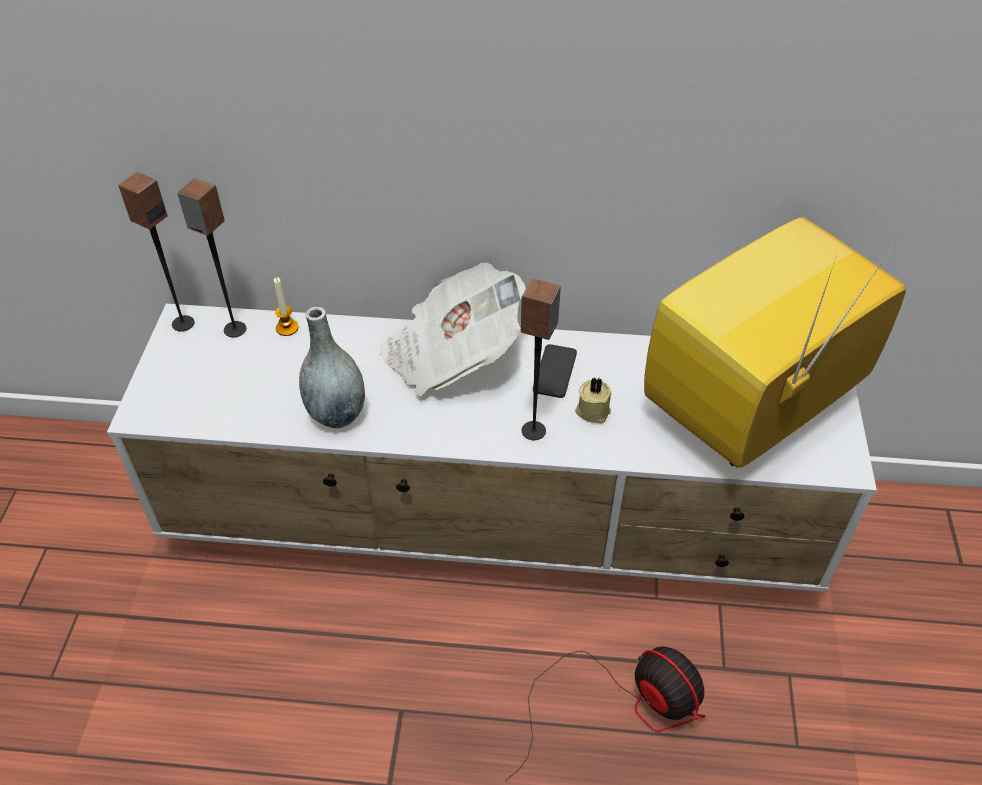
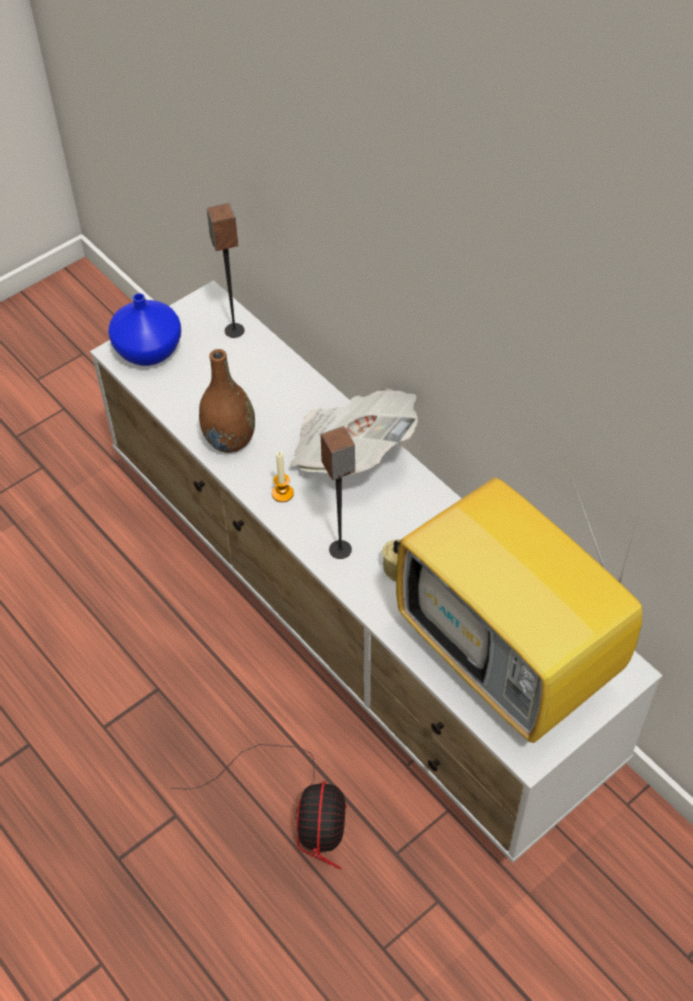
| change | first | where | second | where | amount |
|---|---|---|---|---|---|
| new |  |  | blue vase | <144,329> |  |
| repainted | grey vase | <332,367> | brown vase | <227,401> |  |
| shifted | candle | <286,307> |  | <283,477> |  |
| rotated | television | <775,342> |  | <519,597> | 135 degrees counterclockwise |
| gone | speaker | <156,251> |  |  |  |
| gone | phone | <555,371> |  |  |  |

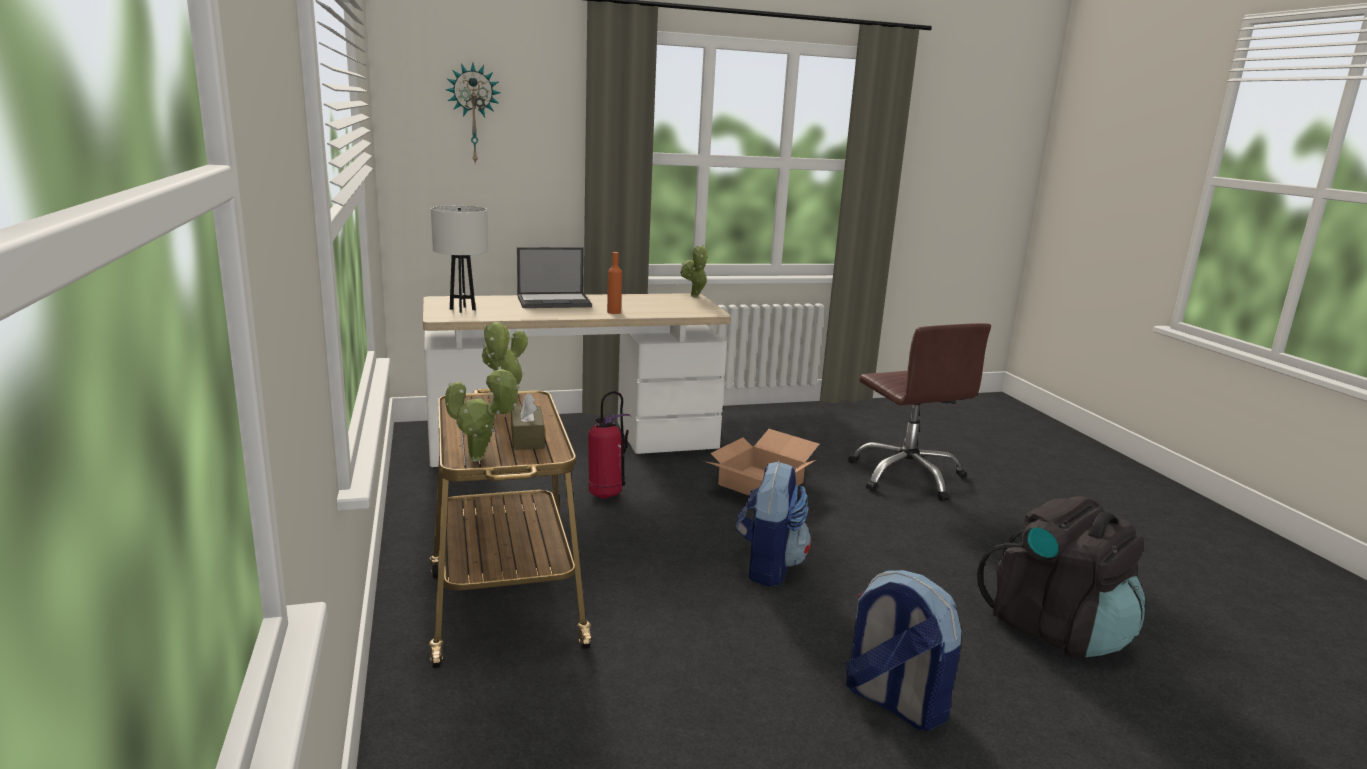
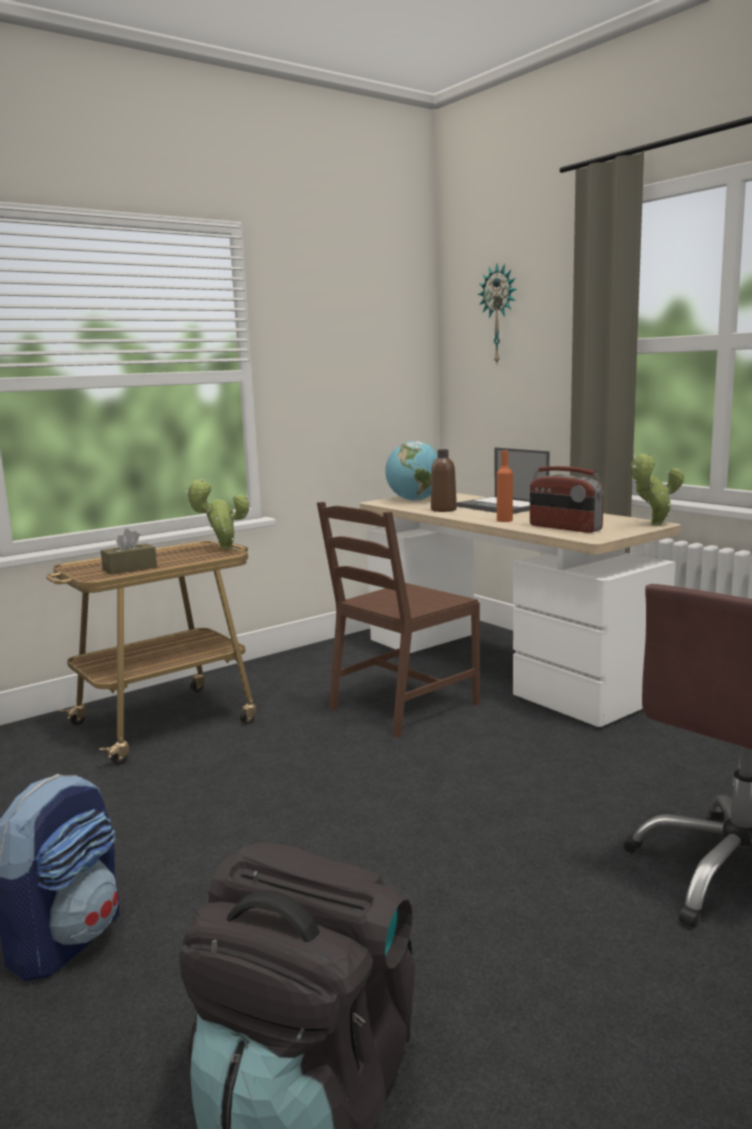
| change | first | where | second | where | amount |
|---|---|---|---|---|---|
| swapped | fire extinguisher | <609,445> | brown chair | <398,620> |  |
| swapped | white table lamp | <459,259> | globe | <411,471> |  |
| new |  |  | brown bottle | <444,480> |  |
| new |  |  | radio | <567,499> |  |
| gone | potted plant | <482,414> |  |  |  |
| gone | cardboard box | <761,462> |  |  |  |
| gone | backpack | <773,524> |  |  |  |

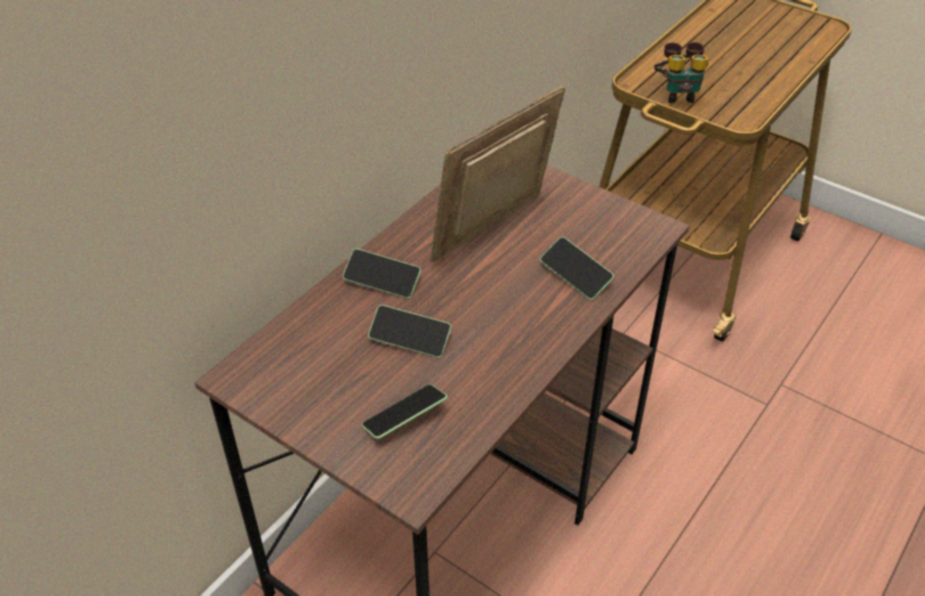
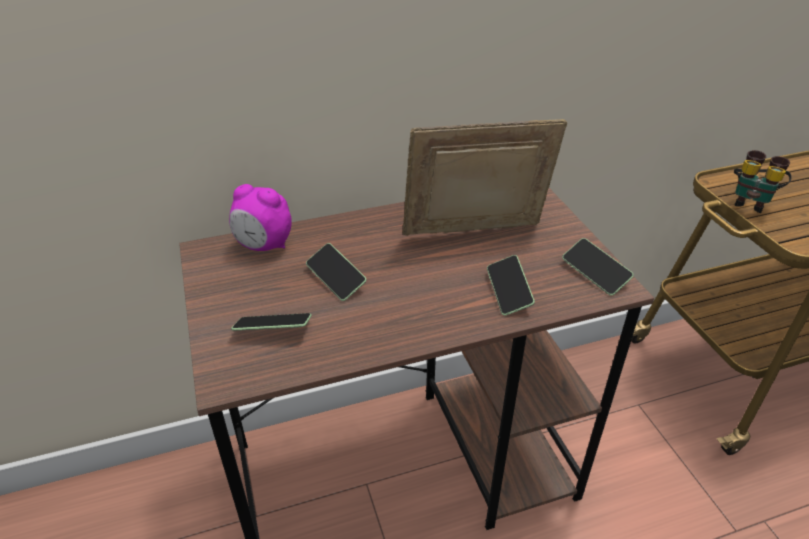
| change | first | where | second | where | amount |
|---|---|---|---|---|---|
| new |  |  | alarm clock | <260,217> |  |
| shifted | phone | <381,274> |  | <598,267> |  |

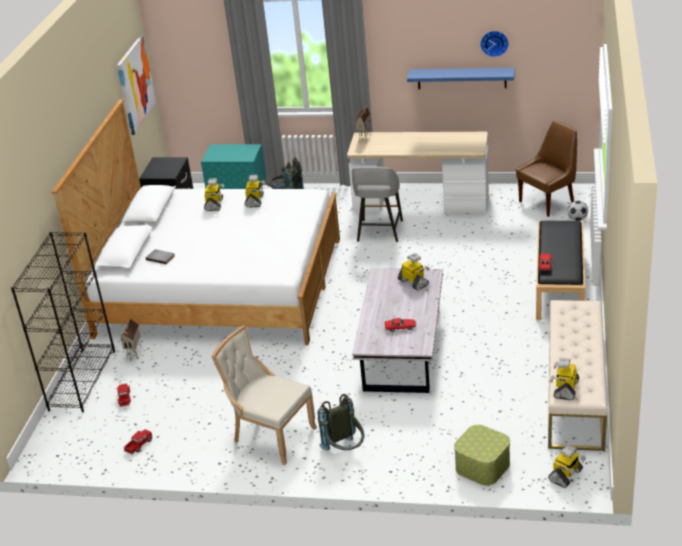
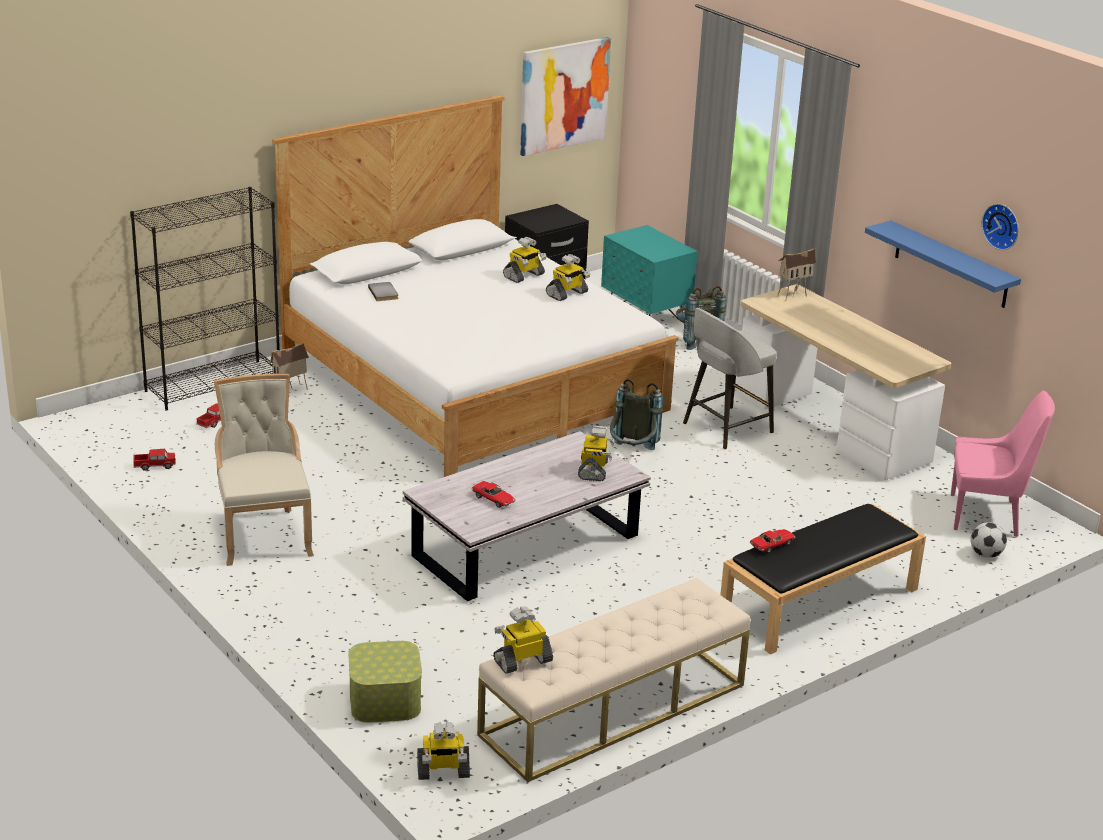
| change | first | where | second | where | amount |
|---|---|---|---|---|---|
| shifted | grey backpack | <341,422> |  | <636,414> |  |
| repainted | brown chair | <546,169> | pink chair | <1003,463> |  |

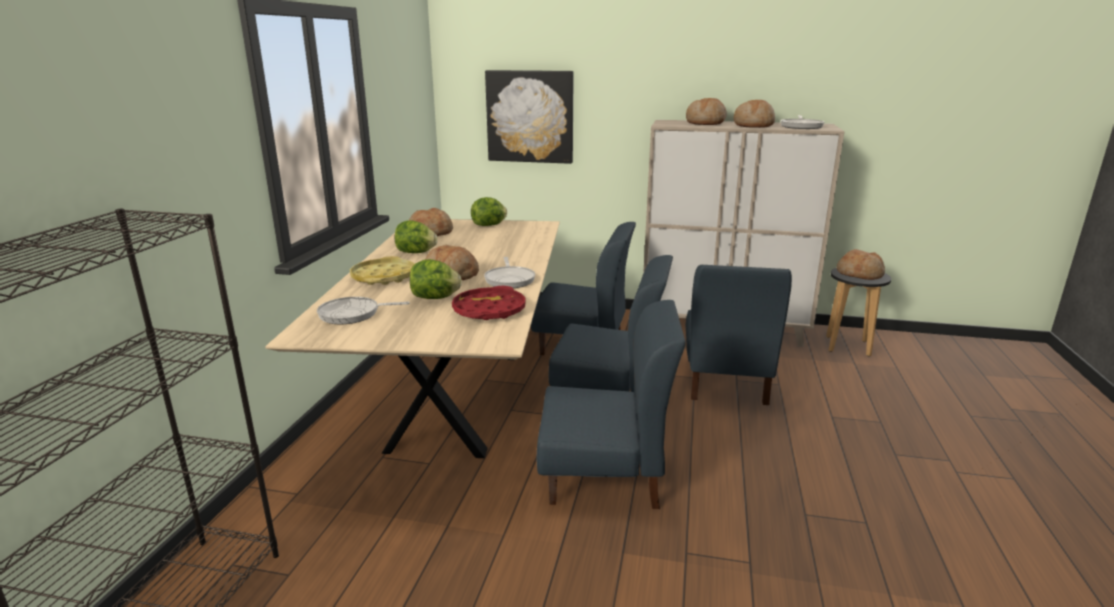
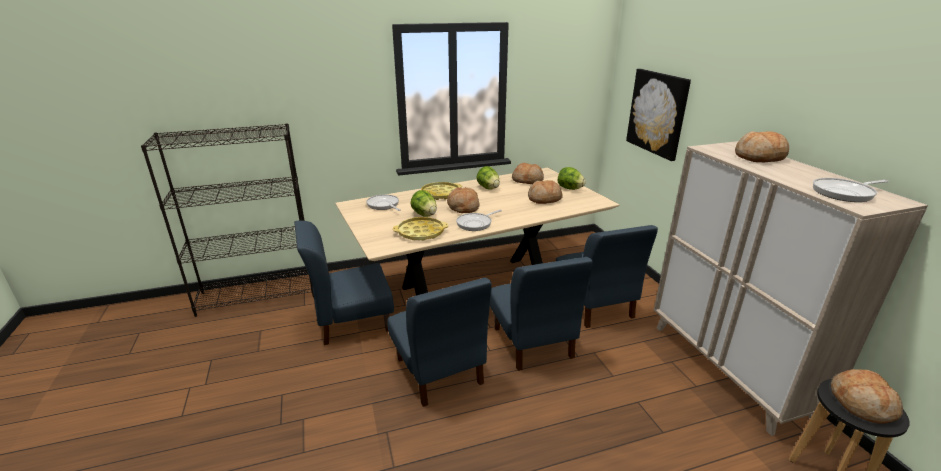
| change | first | where | second | where | amount |
|---|---|---|---|---|---|
| shifted | blue chair | <739,335> |  | <344,283> |  |
| repainted | red tray | <488,303> | yellow tray | <420,229> |  |
| shifted | bread | <754,114> |  | <545,192> |  |

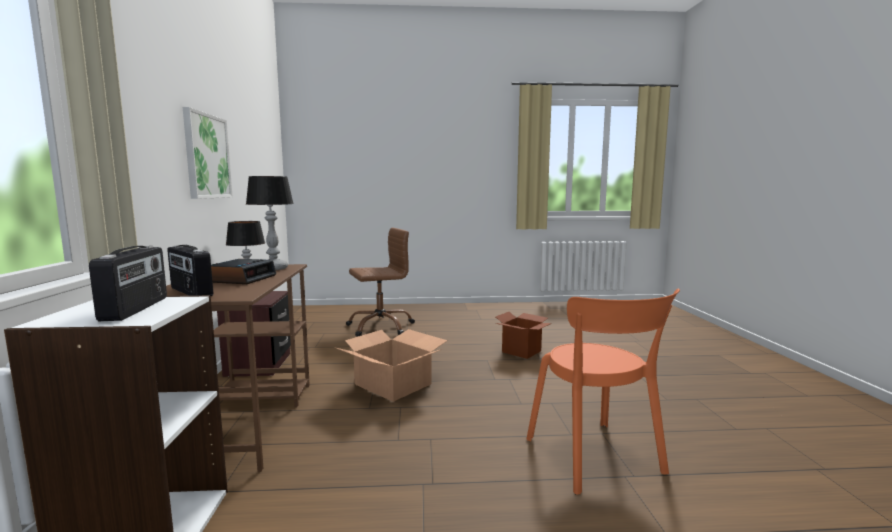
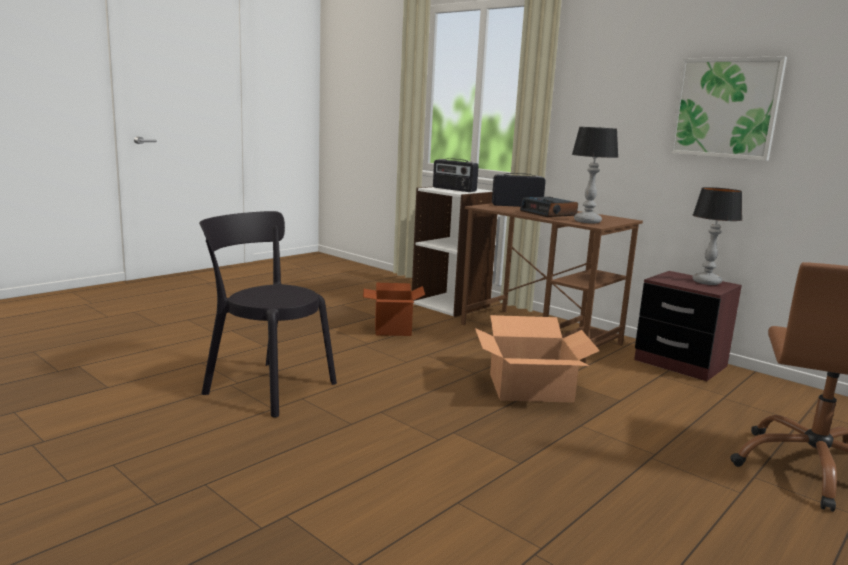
| change | first | where | second | where | amount |
|---|---|---|---|---|---|
| repainted | orange chair | <603,391> | black chair | <268,314> |  |
| shifted | cardboard box | <523,335> |  | <394,309> |  |

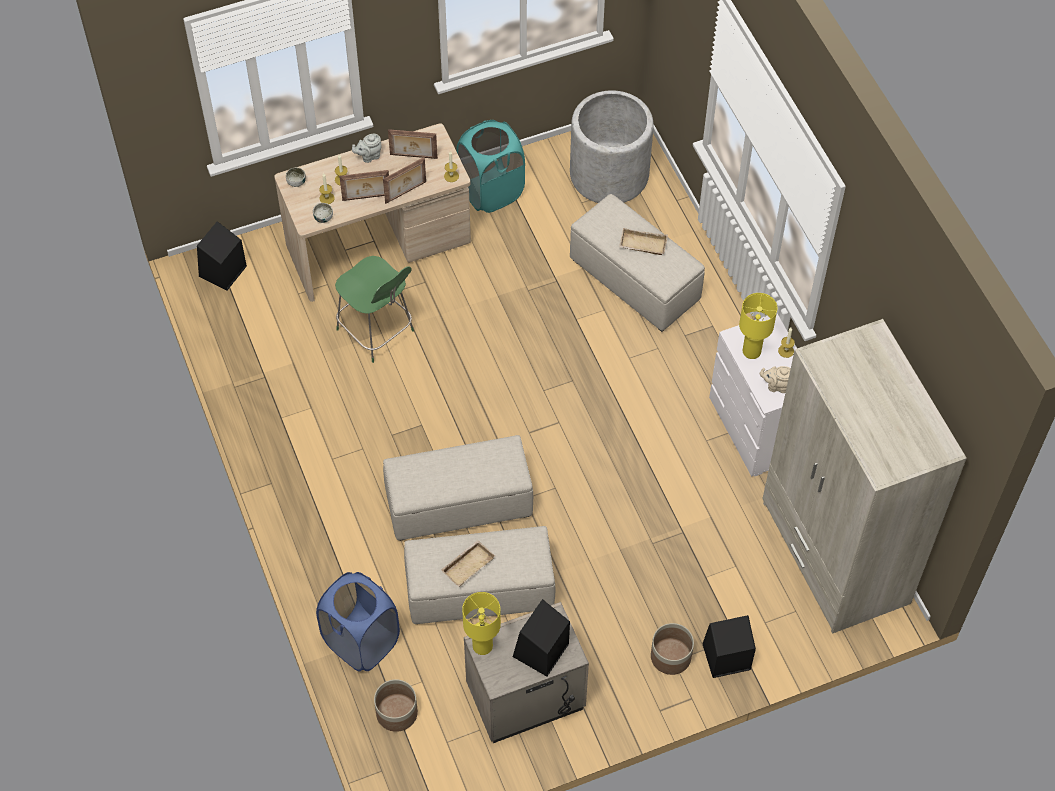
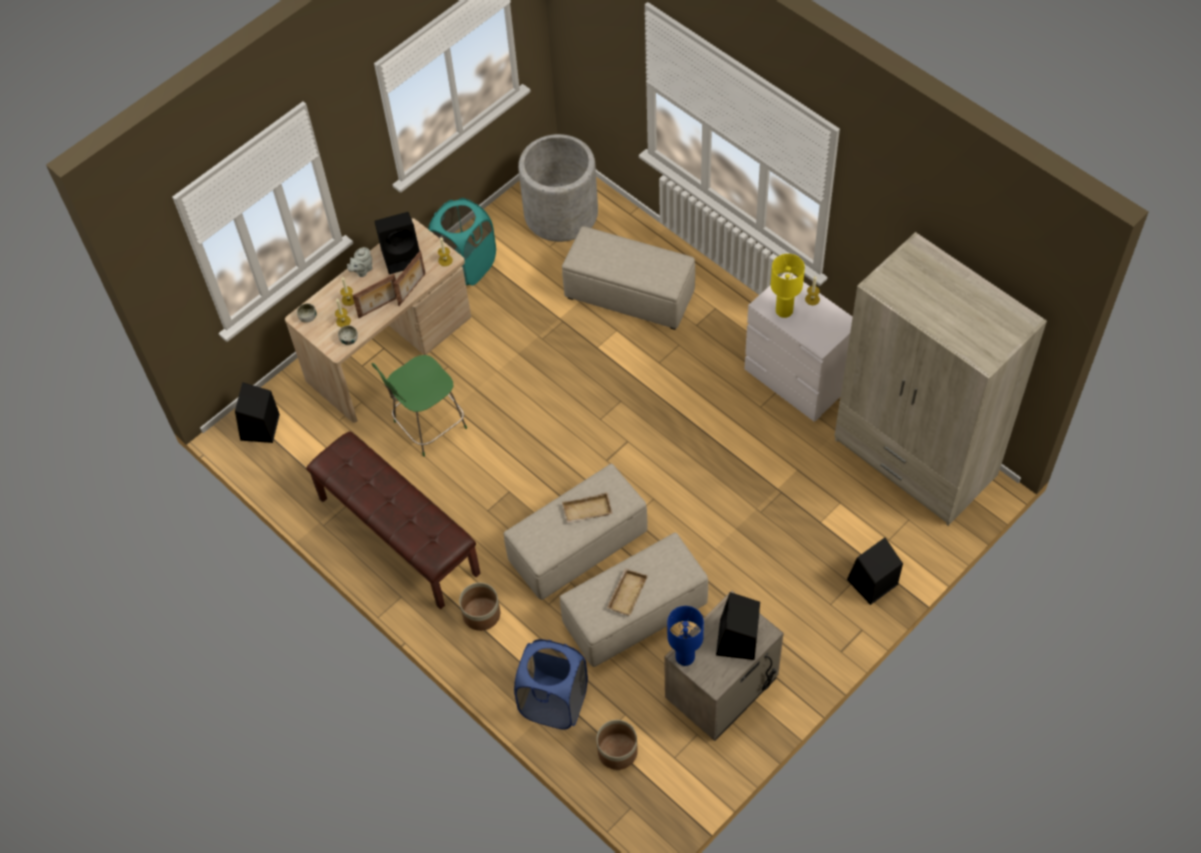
| change | first | where | second | where | amount |
|---|---|---|---|---|---|
| new |  |  | brown bench | <393,520> |  |
| rotated | green chair | <374,309> |  | <419,406> | 120 degrees clockwise |
| swapped | picture frame | <413,144> | black speaker | <397,243> |  |
| shifted | planter | <672,649> |  | <479,607> |  |
| shifted | beige tray | <643,241> |  | <587,507> |  |
| repainted | yellow table lamp | <481,623> | blue table lamp | <685,636> |  |
| gone | beige teapot | <775,379> |  |  |  |

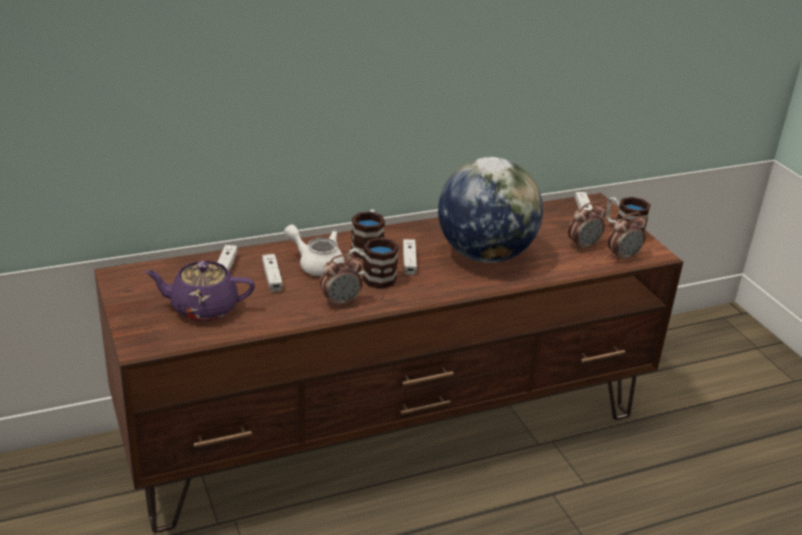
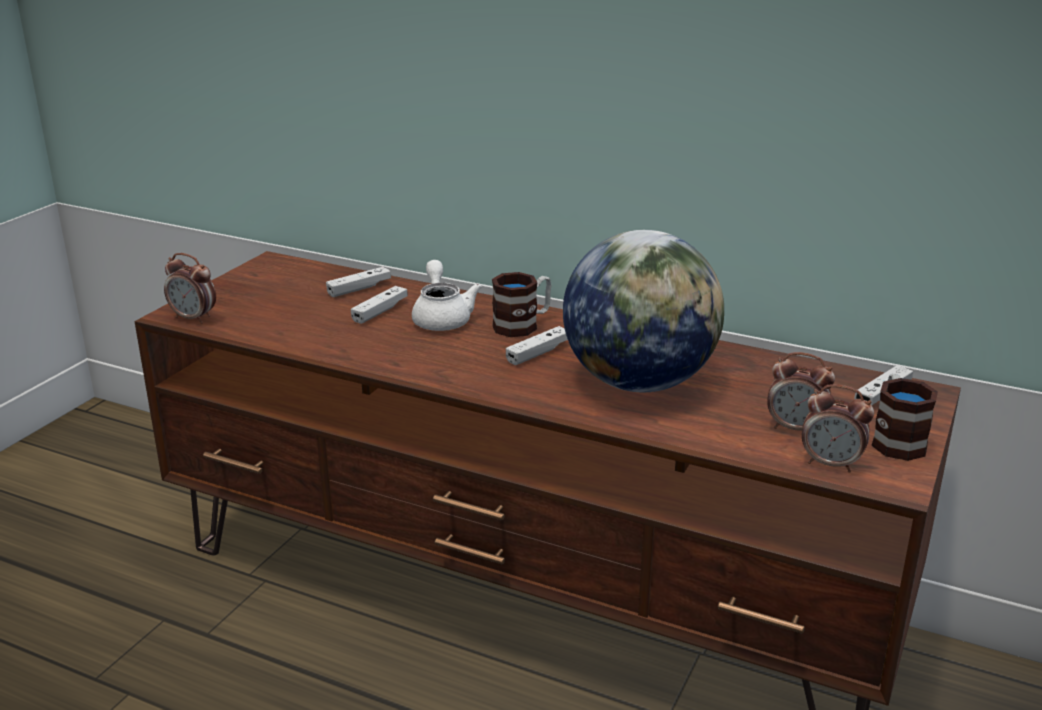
| change | first | where | second | where | amount |
|---|---|---|---|---|---|
| shifted | alarm clock | <341,281> |  | <190,288> |  |
| gone | purple teapot | <199,291> |  |  |  |
| gone | mug | <373,263> |  |  |  |

